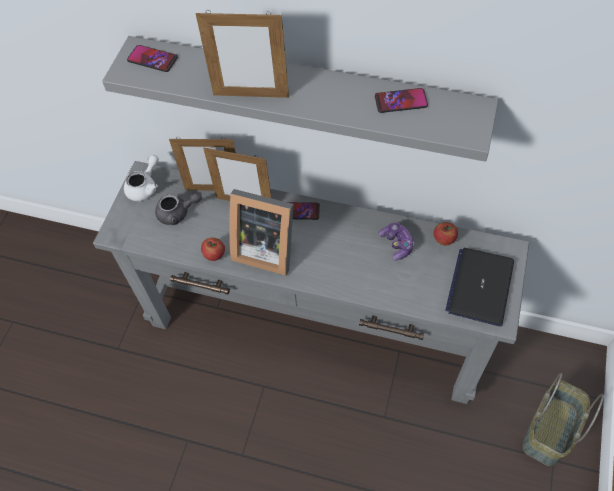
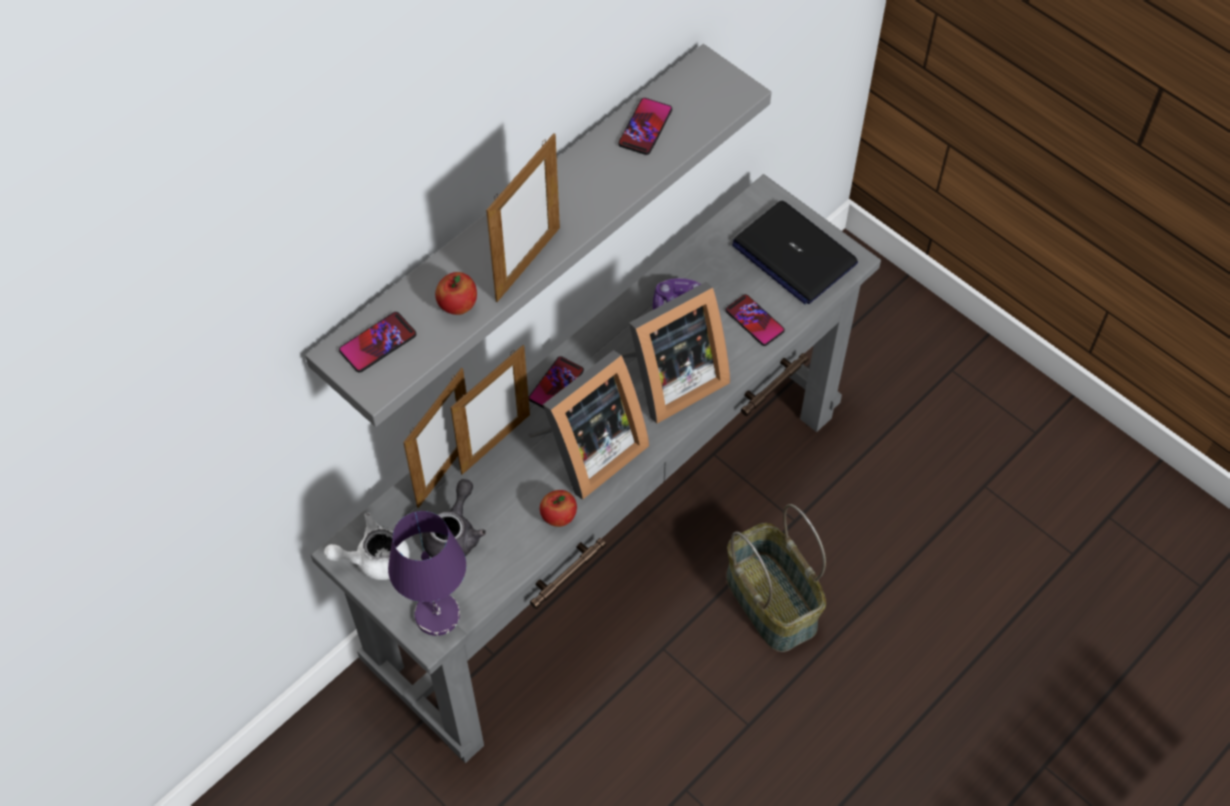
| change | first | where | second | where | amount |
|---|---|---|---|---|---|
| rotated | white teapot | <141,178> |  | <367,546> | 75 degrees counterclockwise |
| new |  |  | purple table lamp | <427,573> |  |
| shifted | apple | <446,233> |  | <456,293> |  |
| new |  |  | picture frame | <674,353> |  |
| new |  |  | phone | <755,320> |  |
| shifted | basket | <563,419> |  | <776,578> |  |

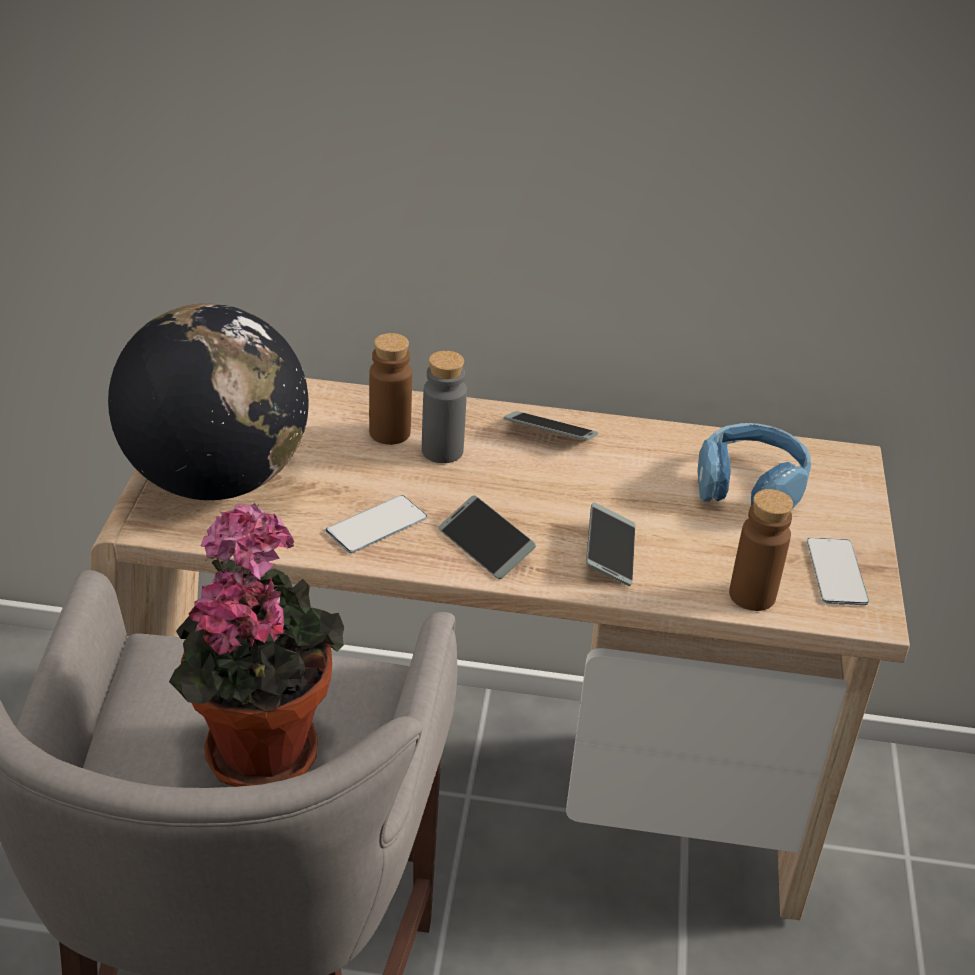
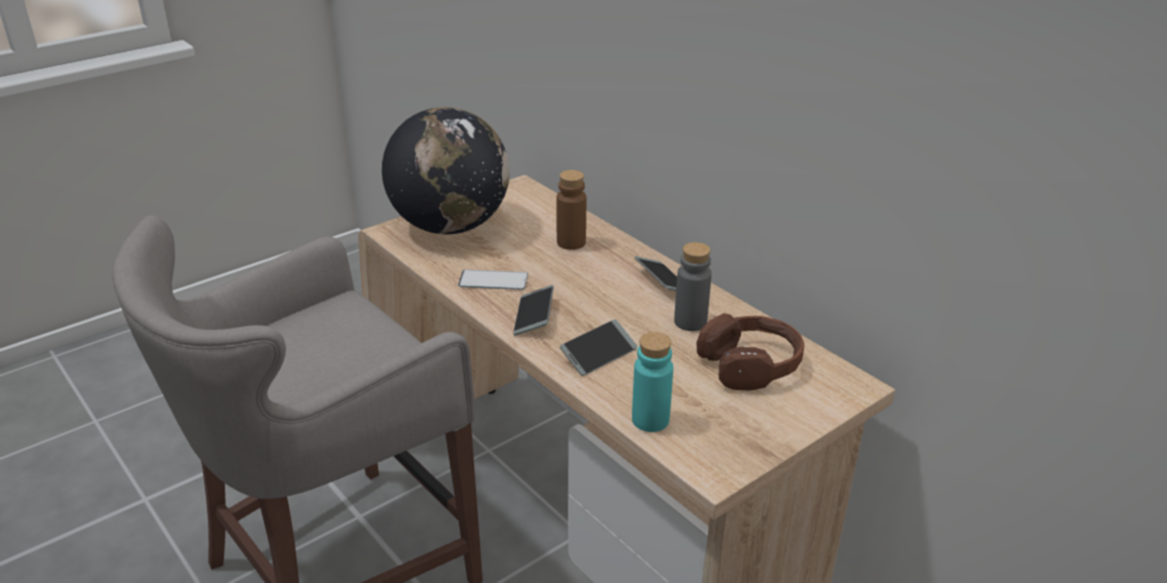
| change | first | where | second | where | amount |
|---|---|---|---|---|---|
| repainted | brown bottle | <761,550> | turquoise bottle | <652,382> |  |
| shifted | grey bottle | <444,407> |  | <693,286> |  |
| repainted | blue headphones | <754,466> | brown headphones | <750,352> |  |
| gone | potted plant | <256,645> |  |  |  |
| gone | phone | <838,571> |  |  |  |

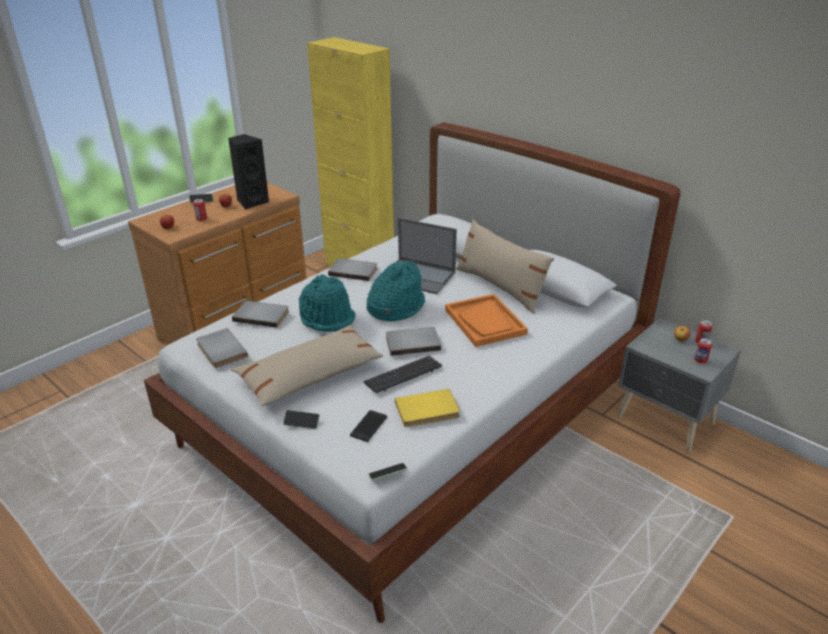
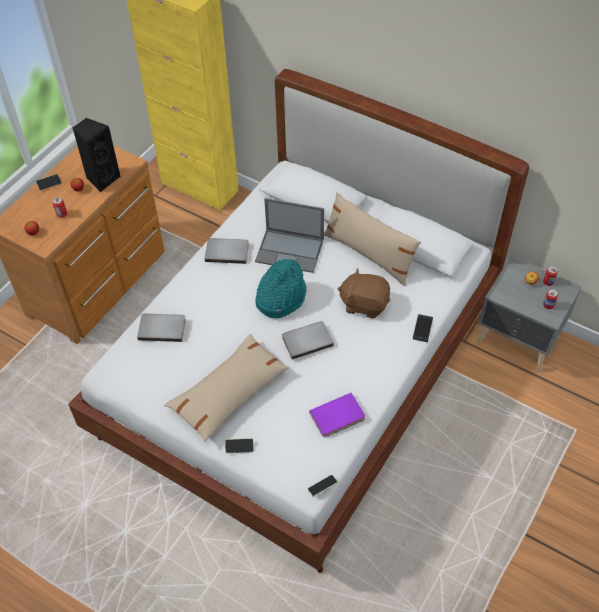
| change | first | where | second | where | amount |
|---|---|---|---|---|---|
| repainted | yellow book | <427,408> | purple book | <337,415> |  |
| swapped | orange tray | <486,320> | brown plush toy | <363,293> |  |
| shifted | phone | <368,426> |  | <423,328> |  |
| gone | grey book | <222,348> |  |  |  |
| gone | turquoise hat | <327,303> |  |  |  |
| gone | keyboard | <402,374> |  |  |  |

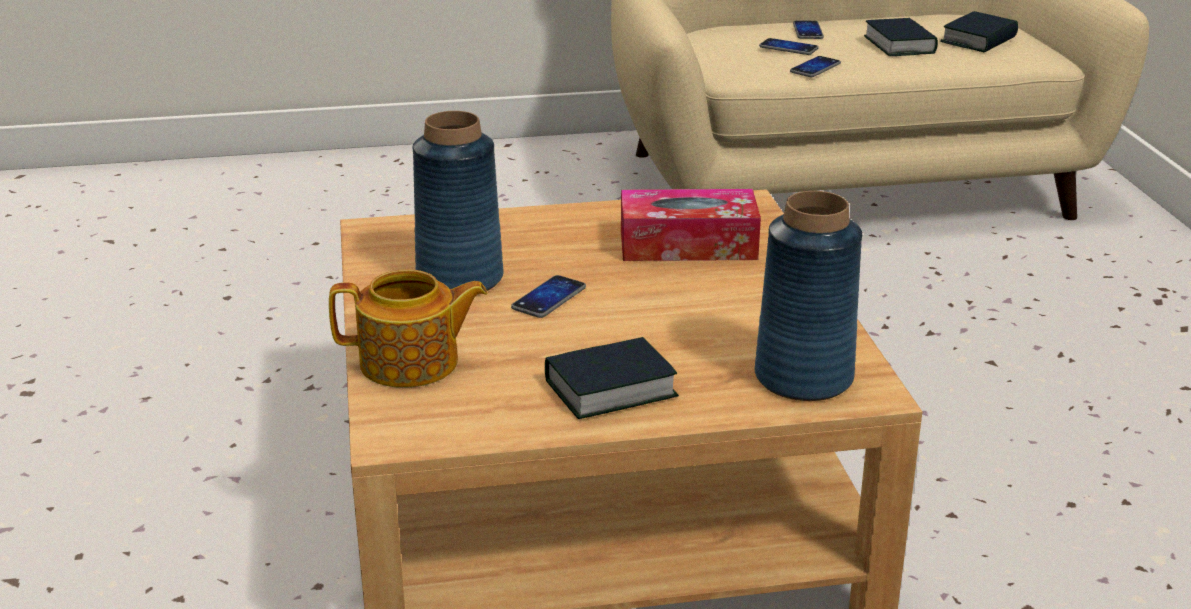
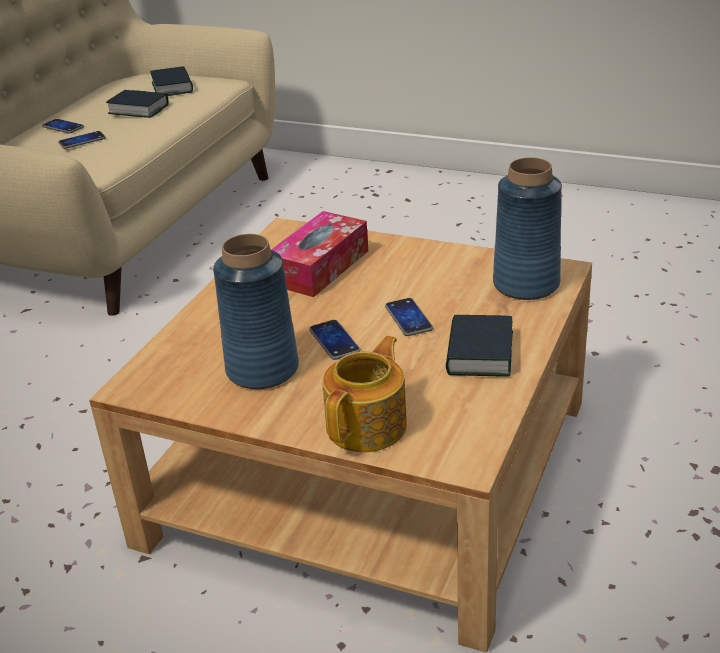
| change | first | where | second | where | amount |
|---|---|---|---|---|---|
| shifted | phone | <815,66> |  | <409,317> |  |

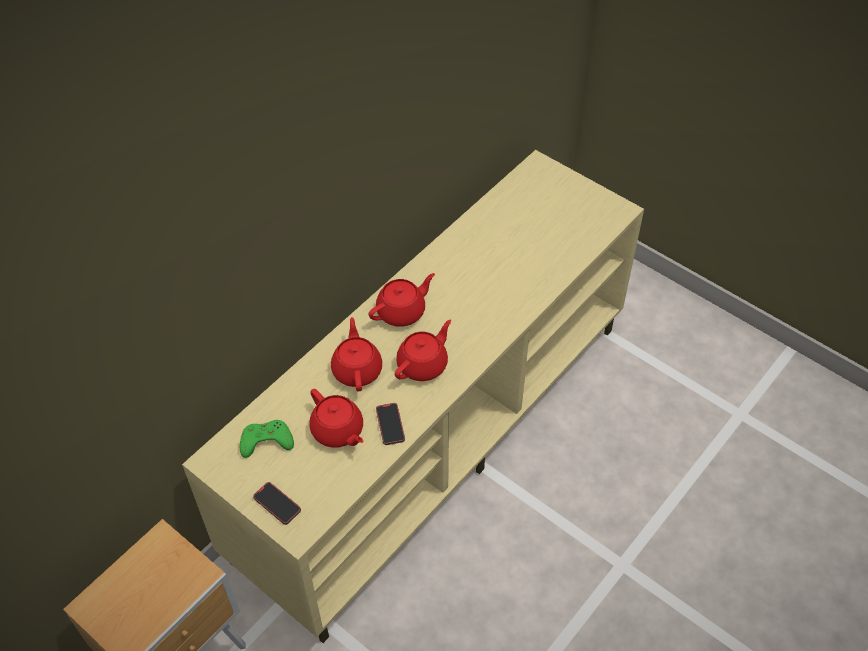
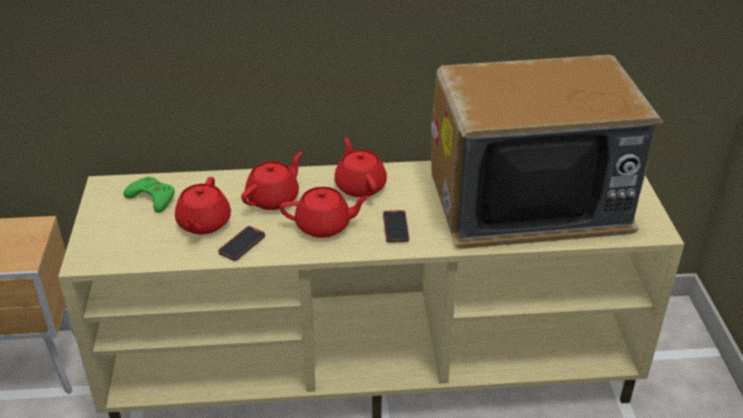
| change | first | where | second | where | amount |
|---|---|---|---|---|---|
| rotated | red teapot | <401,300> |  | <360,167> | 120 degrees counterclockwise |
| shifted | phone | <277,503> |  | <396,226> |  |
| new |  |  | television | <547,152> |  |

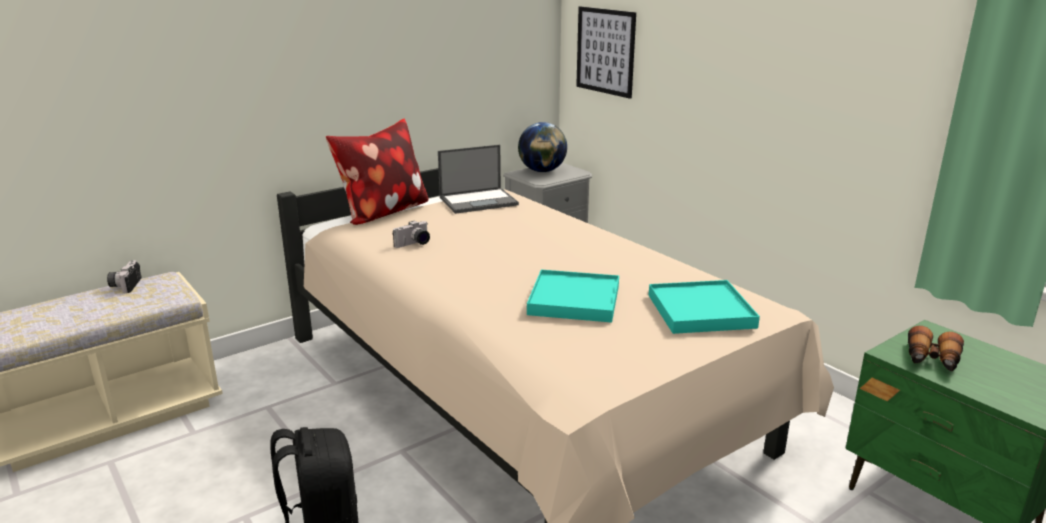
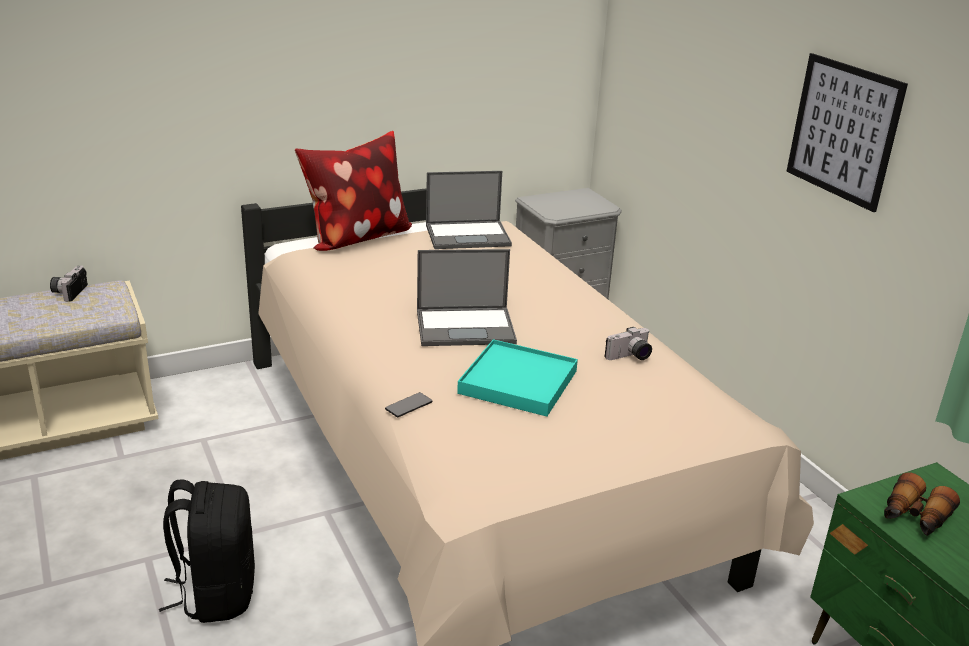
| change | first | where | second | where | amount |
|---|---|---|---|---|---|
| new |  |  | phone | <408,404> |  |
| new |  |  | laptop | <467,297> |  |
| shifted | photo camera | <411,234> |  | <628,343> |  |
| shifted | picture | <606,52> |  | <847,132> |  |
| gone | globe | <542,147> |  |  |  |
| gone | turquoise tray | <704,307> |  |  |  |

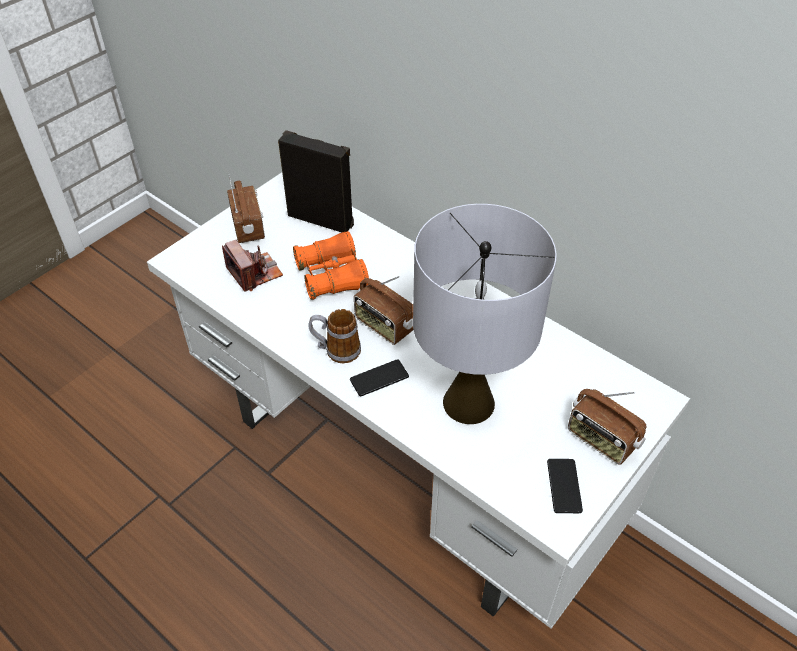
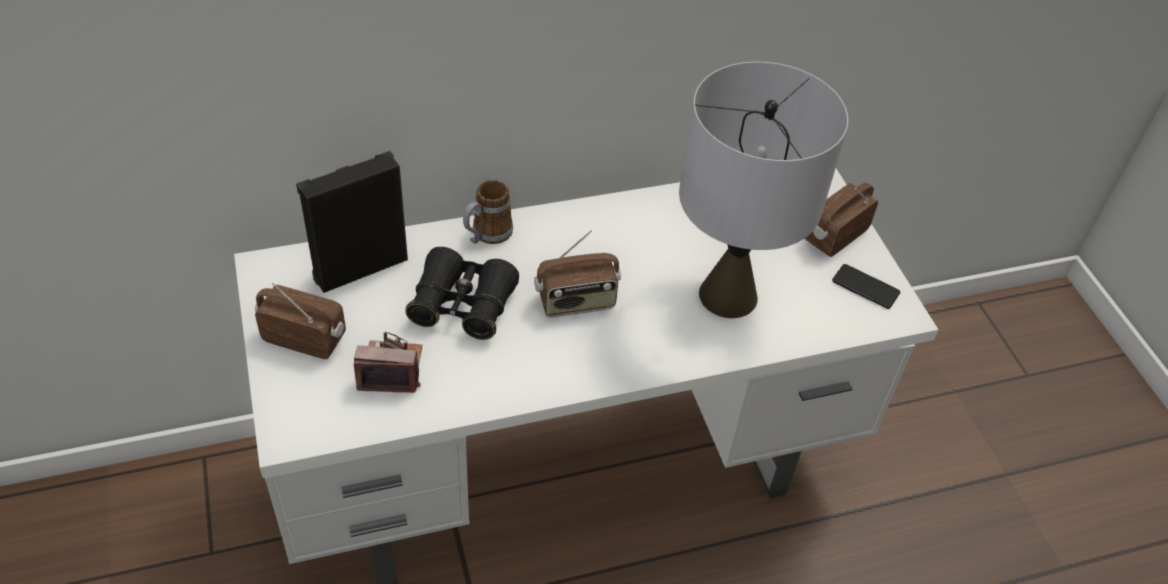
| change | first | where | second | where | amount |
|---|---|---|---|---|---|
| repainted | orange binoculars | <331,265> | black binoculars | <462,293> |  |
| shifted | mug | <334,336> |  | <488,212> |  |
| rotated | radio | <607,427> |  | <841,220> | 150 degrees clockwise |
| gone | phone | <379,377> |  |  |  |

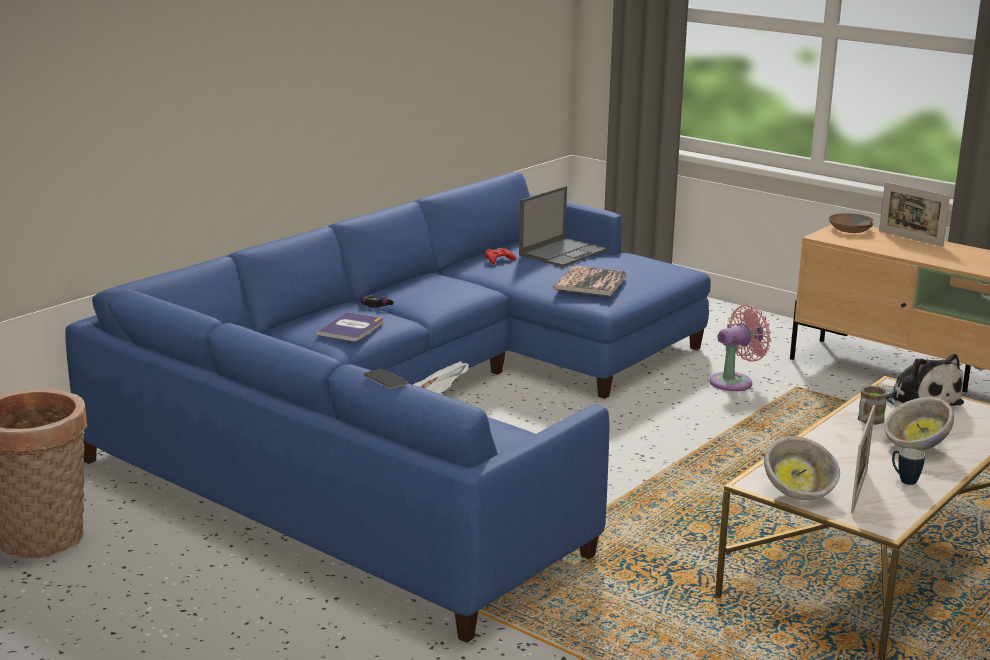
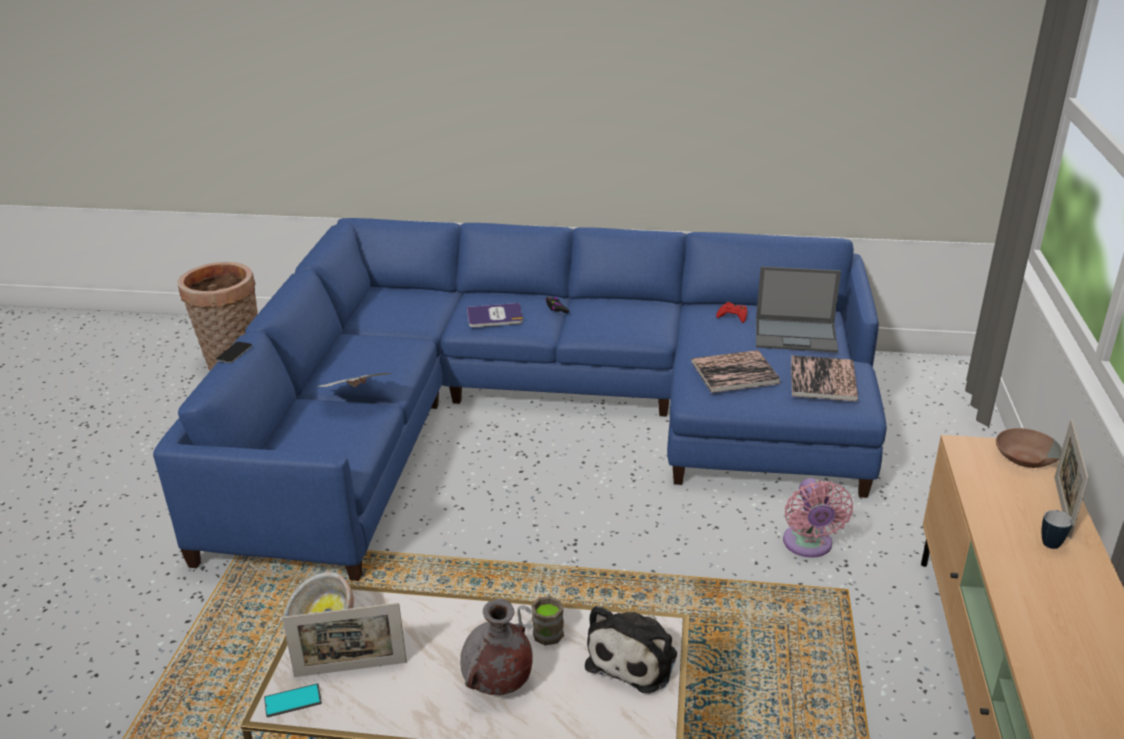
| change | first | where | second | where | amount |
|---|---|---|---|---|---|
| new |  |  | phone | <293,700> |  |
| swapped | bowl | <919,424> | grey vase | <496,646> |  |
| rotated | pink fan | <741,348> |  | <818,518> | 60 degrees clockwise |
| new |  |  | book | <824,378> |  |
| shifted | mug | <908,466> |  | <1057,529> |  |

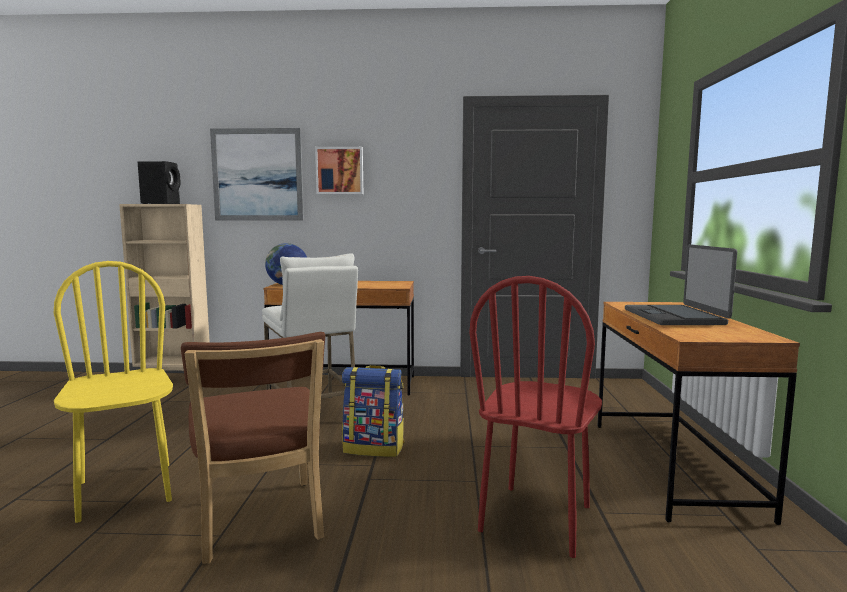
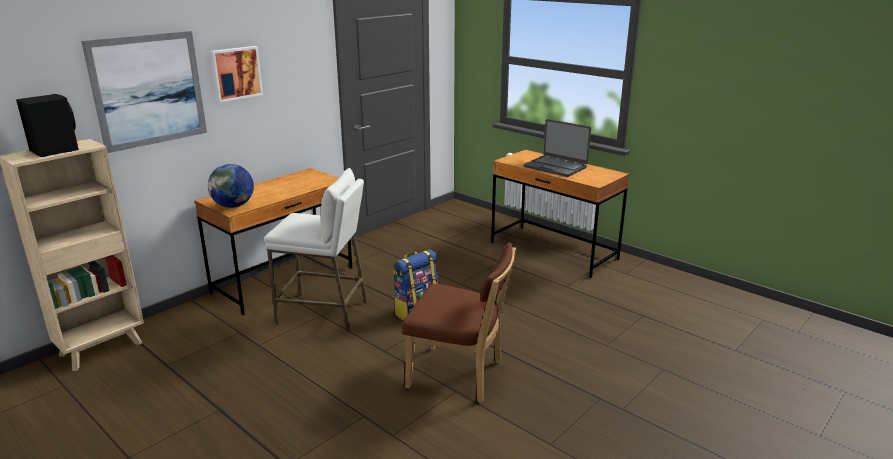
| change | first | where | second | where | amount |
|---|---|---|---|---|---|
| gone | yellow chair | <113,392> |  |  |  |
| gone | red chair | <535,417> |  |  |  |

